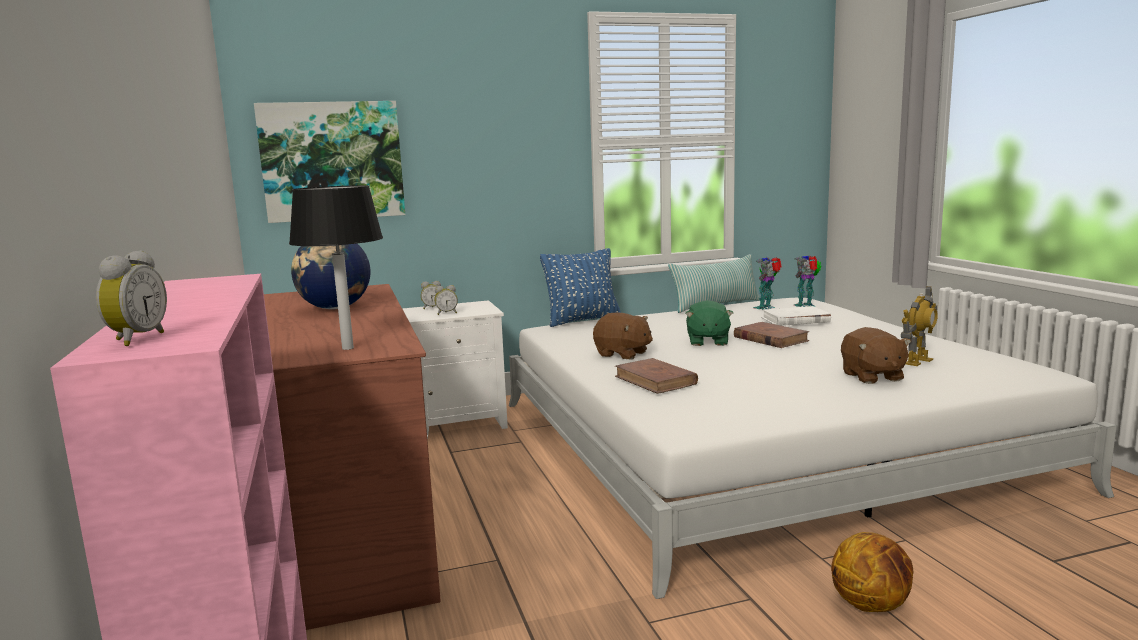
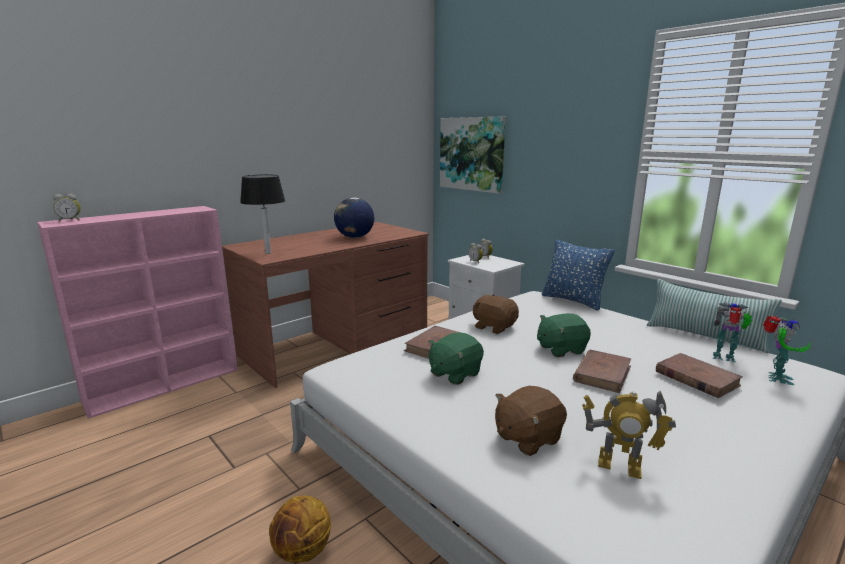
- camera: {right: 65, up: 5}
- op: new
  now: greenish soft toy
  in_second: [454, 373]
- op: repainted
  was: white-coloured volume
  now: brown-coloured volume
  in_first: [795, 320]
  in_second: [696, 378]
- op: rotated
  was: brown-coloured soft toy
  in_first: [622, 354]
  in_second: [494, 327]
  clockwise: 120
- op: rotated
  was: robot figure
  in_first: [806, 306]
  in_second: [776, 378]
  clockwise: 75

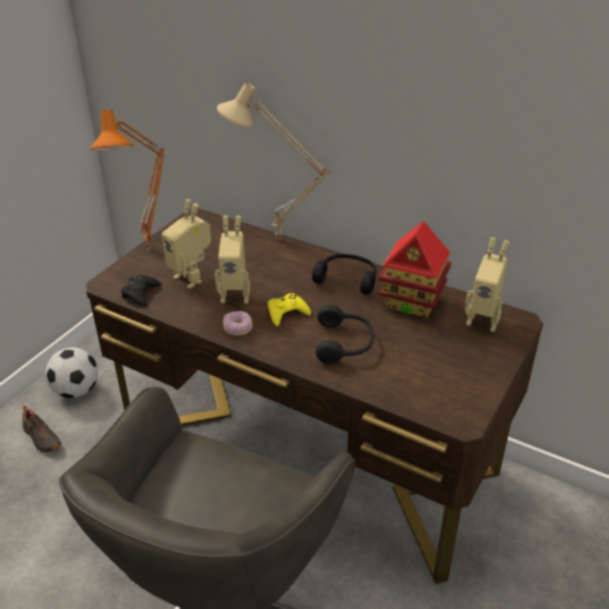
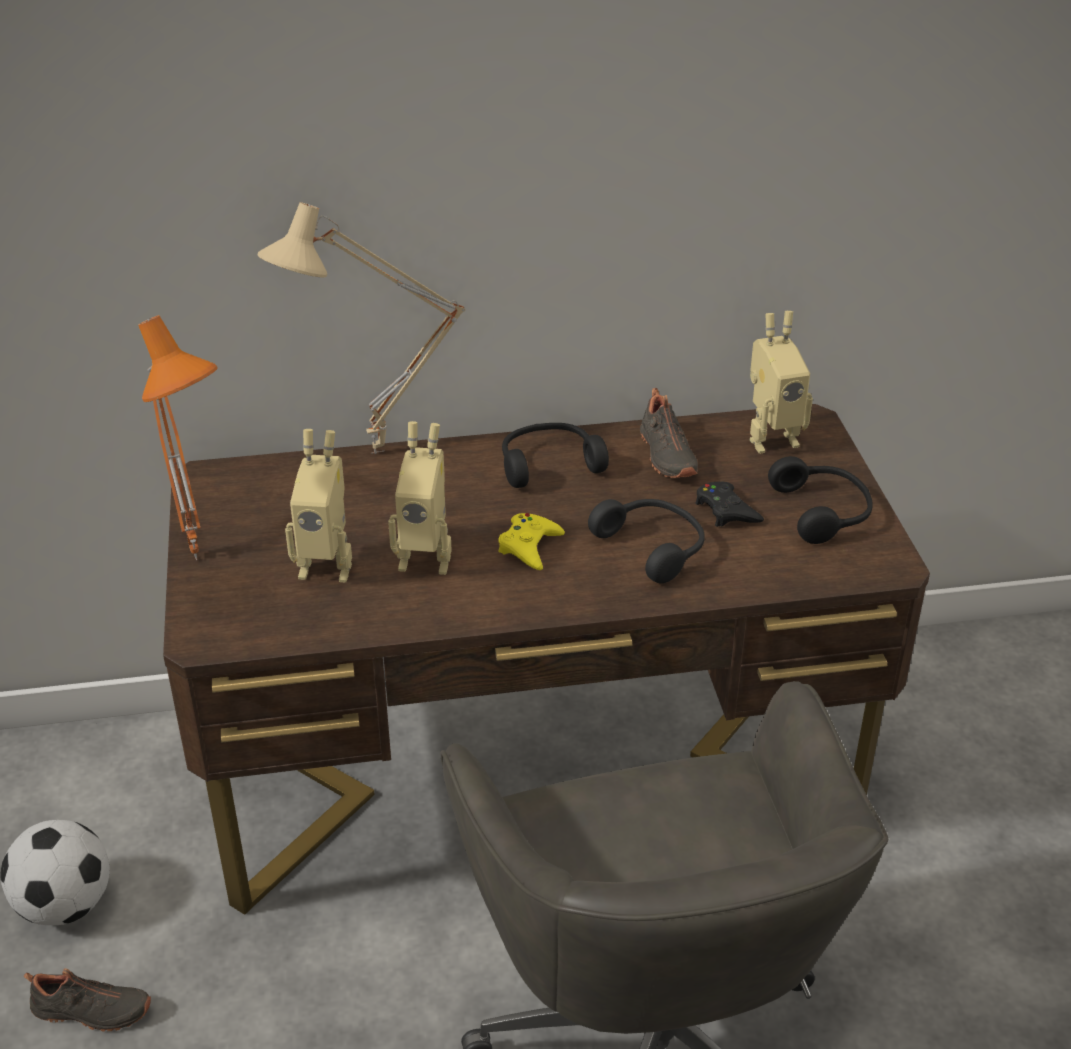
- camera: {right: -40, up: 0}
- op: gone
  was: doughnut
  in_first: [238, 329]
- op: new
  now: black headphones
  in_second: [823, 512]
- op: shifted
  was: black game controller
  in_first: [140, 293]
  in_second: [726, 510]
- op: swapped
  was: model house
  now: black shoe
  in_first: [412, 302]
  in_second: [665, 455]
- op: rotated
  was: robot figure
  in_first: [235, 295]
  in_second: [426, 557]
  clockwise: 45

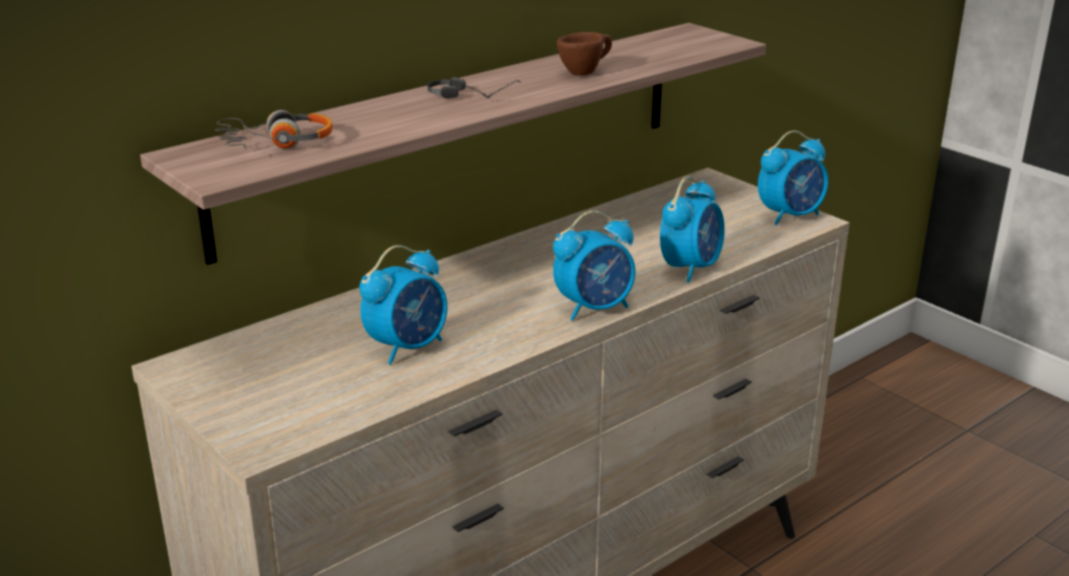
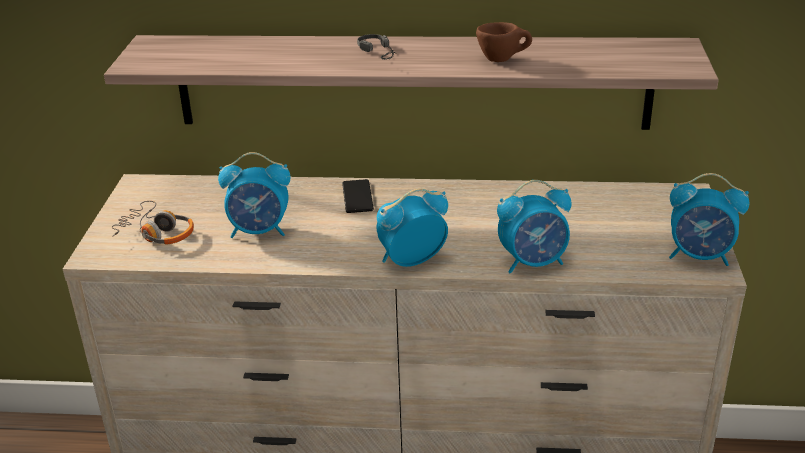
- camera: {right: 45, up: 5}
- op: new
  now: phone
  in_second: [357, 197]
- op: shifted
  was: headphones
  in_first: [276, 143]
  in_second: [156, 233]
- op: rotated
  was: alarm clock
  in_first: [595, 308]
  in_second: [411, 260]
  clockwise: 135

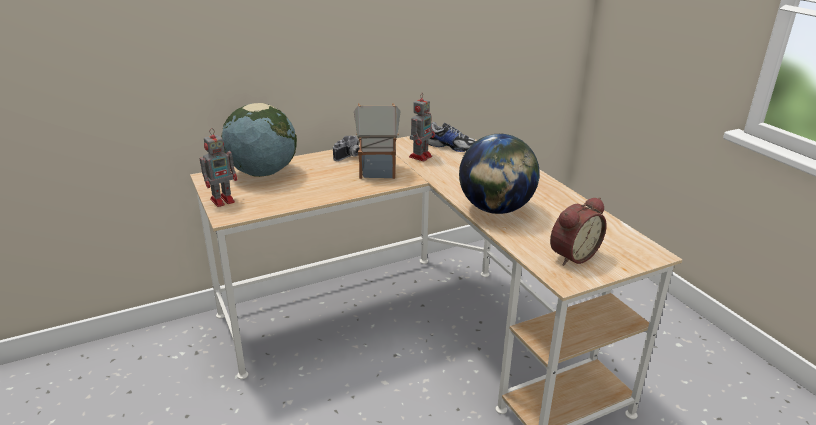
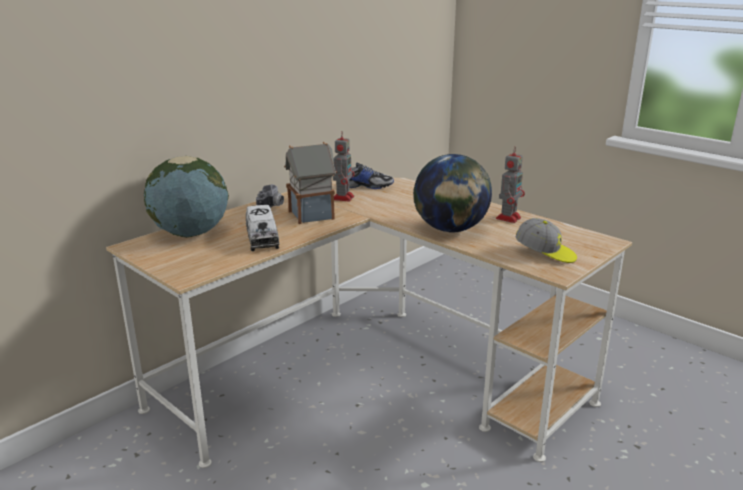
- camera: {right: -20, up: -5}
- op: new
  now: toy lorry
  in_second: [262, 239]
- op: shifted
  was: robot figure
  in_first: [223, 200]
  in_second: [509, 217]
- op: swapped
  was: alarm clock
  now: peaked cap
  in_first: [571, 255]
  in_second: [545, 253]

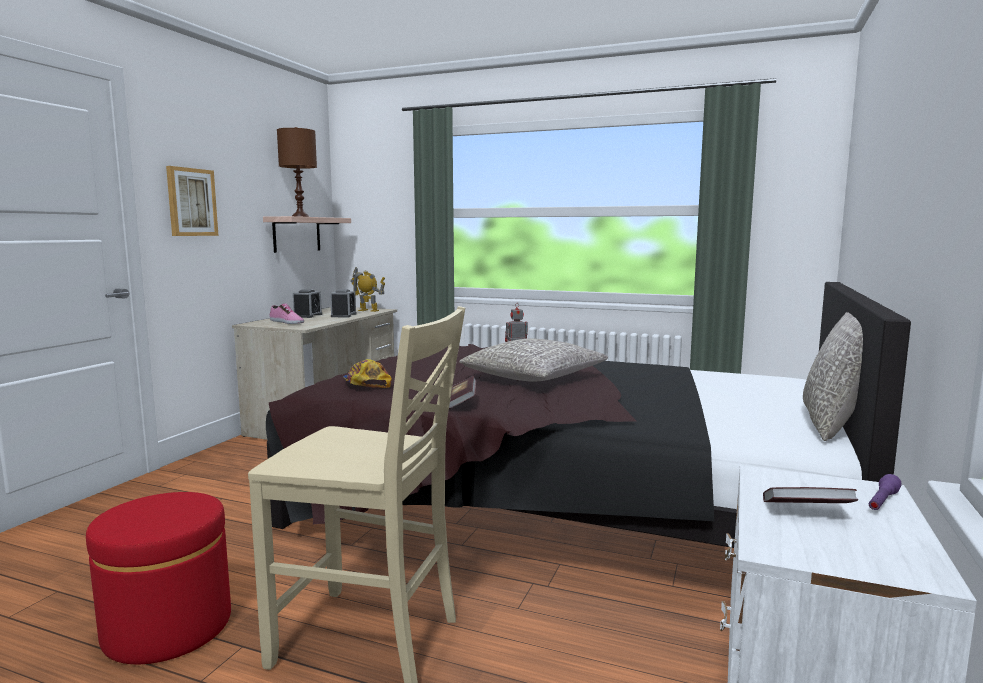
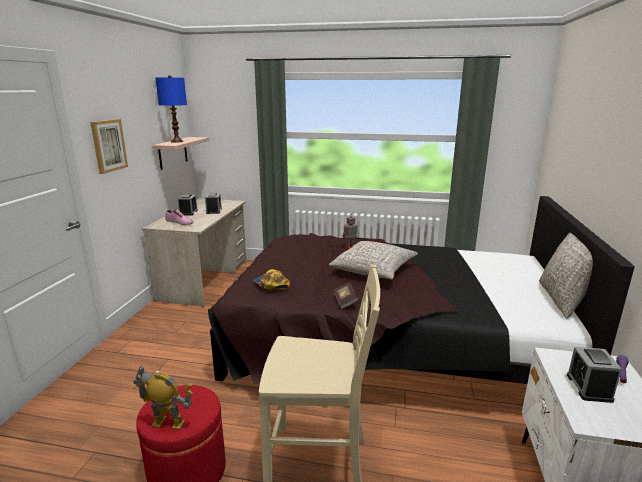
- camera: {right: -10, up: 10}
- op: shifted
  was: robot figure
  in_first: [368, 310]
  in_second: [168, 423]
- op: swapped
  was: volume
  now: alarm clock
  in_first: [806, 512]
  in_second: [589, 387]
- op: repainted
  was: brown-coloured lamp for a table
  now: blue lamp for a table
  in_first: [300, 216]
  in_second: [177, 141]

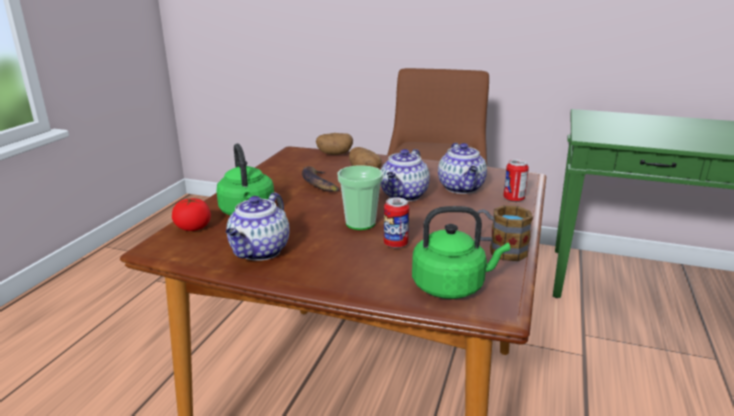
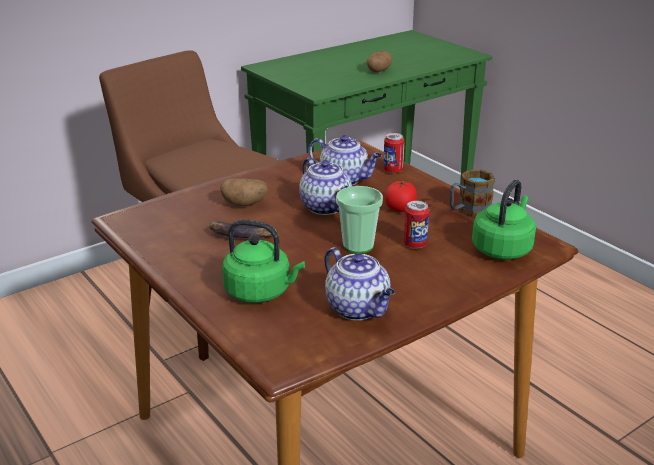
- camera: {right: -55, up: 5}
- op: shifted
  was: whole tomato
  in_first: [193, 227]
  in_second: [400, 208]
- op: shifted
  was: whole potato
  in_first: [334, 154]
  in_second: [378, 71]

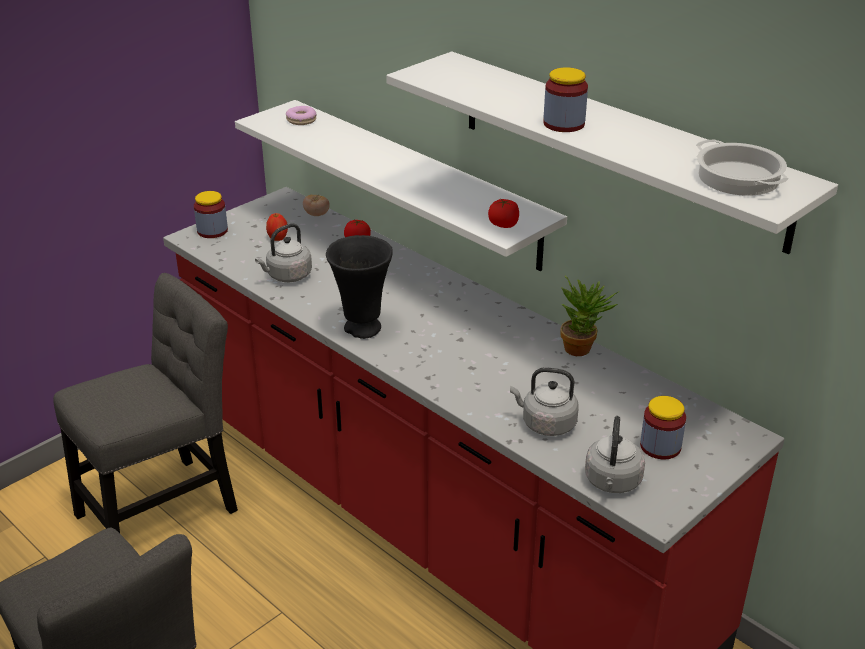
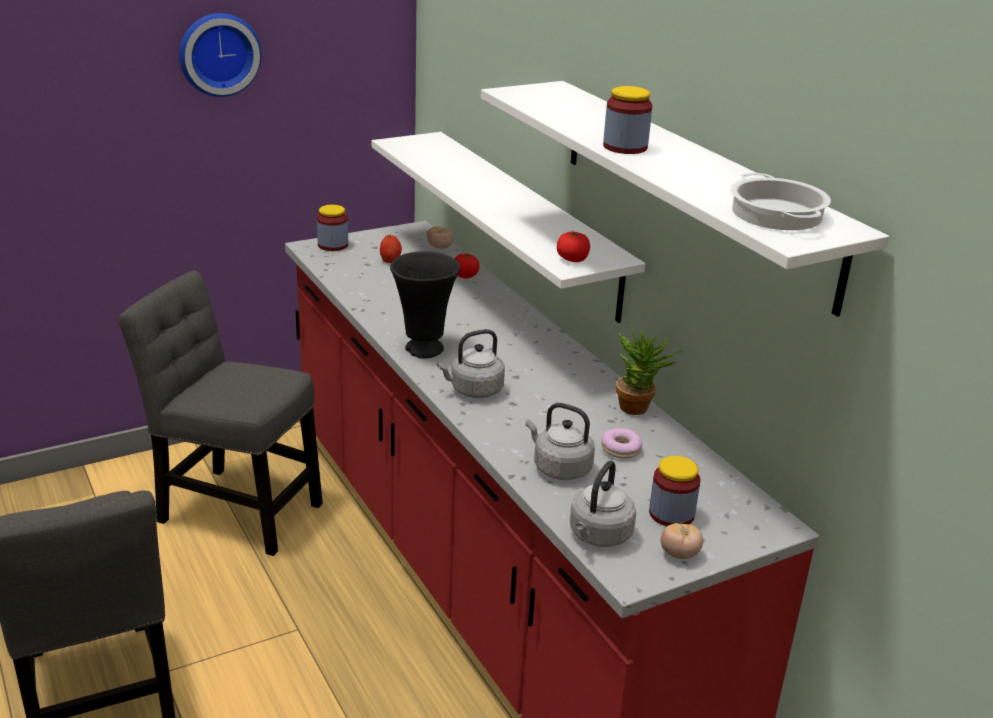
- camera: {right: 15, up: -5}
- op: new
  now: wall clock
  in_second: [218, 53]
- op: new
  now: whole tomato
  in_second: [679, 554]
- op: shifted
  was: grey water kettle
  in_first: [287, 276]
  in_second: [474, 390]
- op: shifted
  was: doughnut
  in_first: [301, 120]
  in_second: [621, 449]
- op: rotated
  was: grey chair
  in_first: [164, 507]
  in_second: [234, 509]
  clockwise: -135

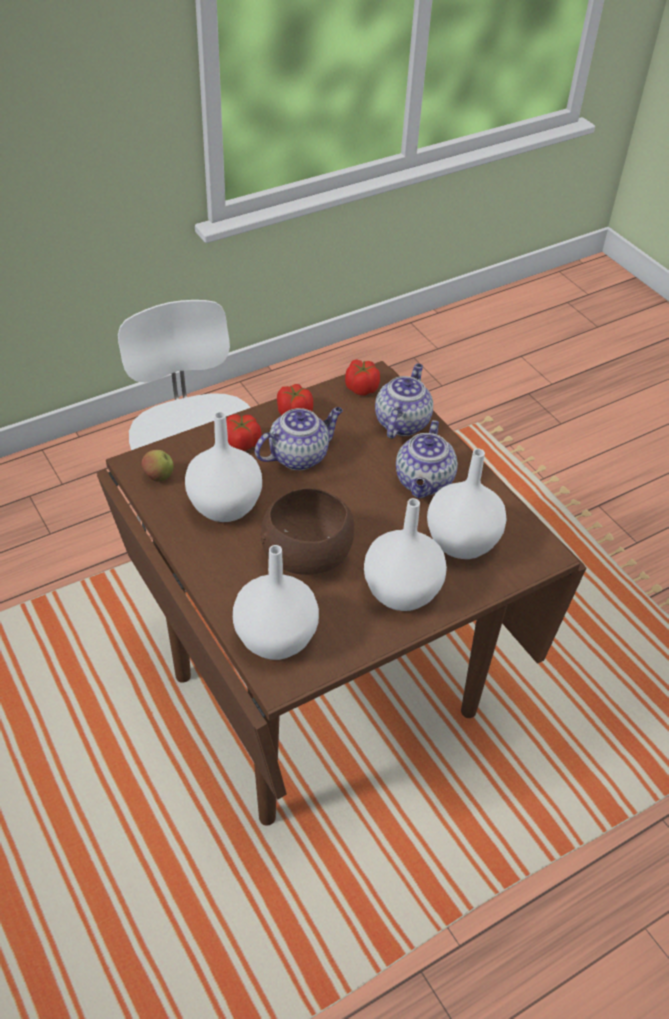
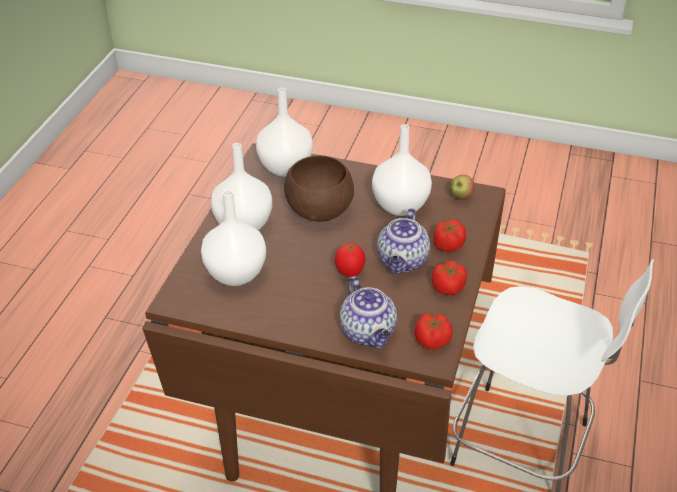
- camera: {right: 140, up: -5}
- op: gone
  was: teapot
  in_first: [424, 483]
- op: new
  now: whole tomato
  in_second: [350, 273]

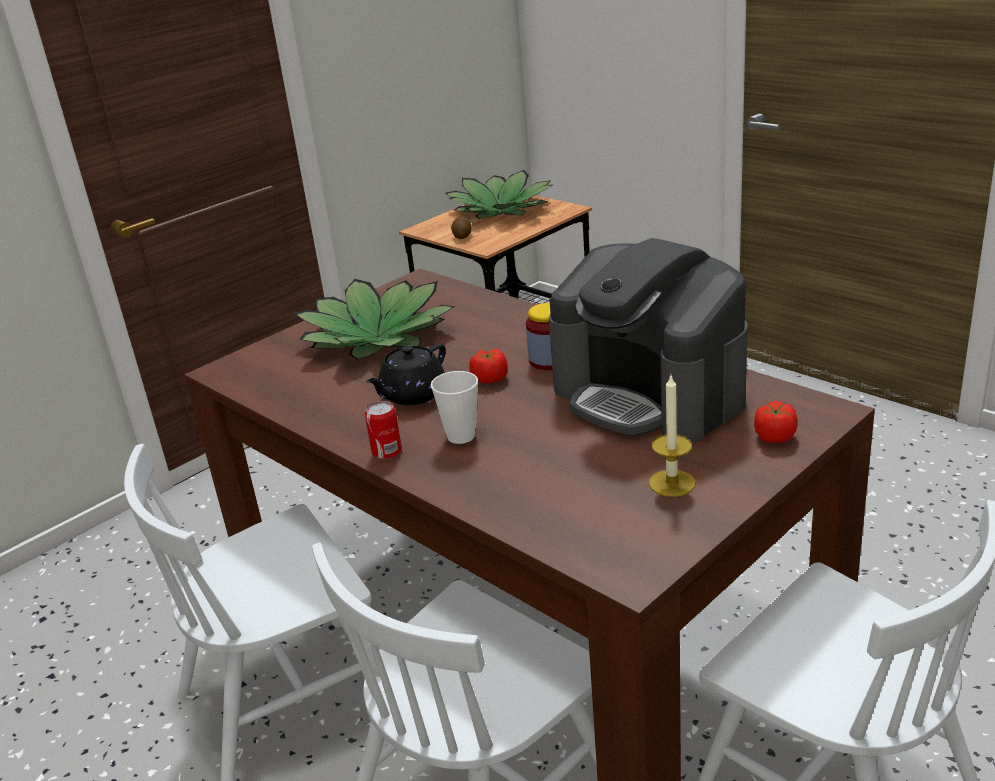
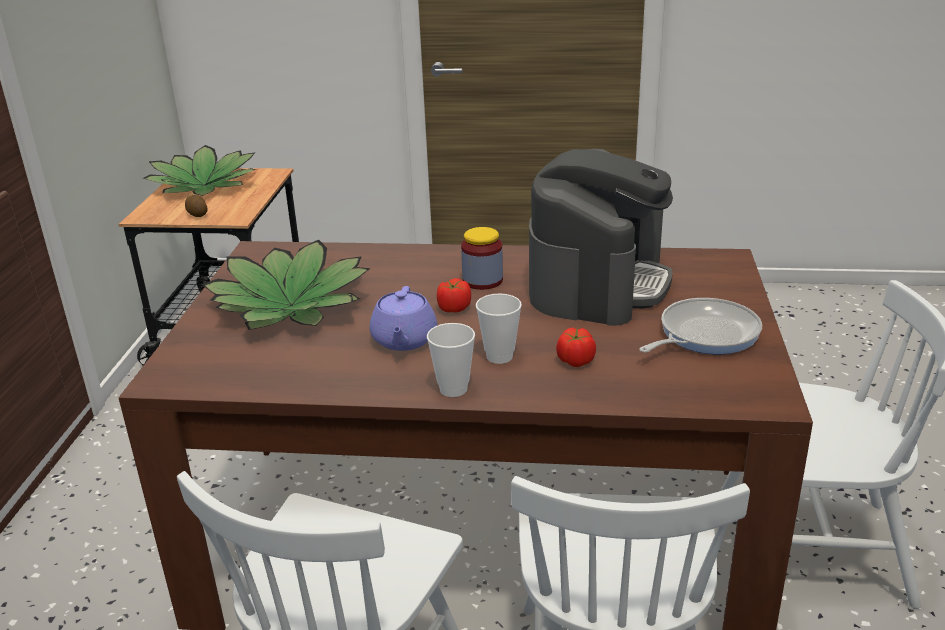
- camera: {right: -40, up: 0}
- op: shifted
  was: whole tomato
  in_first: [774, 437]
  in_second: [575, 361]
- op: swapped
  was: can
  now: drinking cup
  in_first: [386, 451]
  in_second: [453, 389]
- op: swapped
  was: candle
  now: frying pan
  in_first: [672, 483]
  in_second: [704, 334]
- op: repainted
  was: black teapot
  now: purplish teapot
  in_first: [412, 395]
  in_second: [404, 340]
- op: rotated
  was: coffee brewer
  in_first: [650, 395]
  in_second: [598, 283]
  clockwise: -75

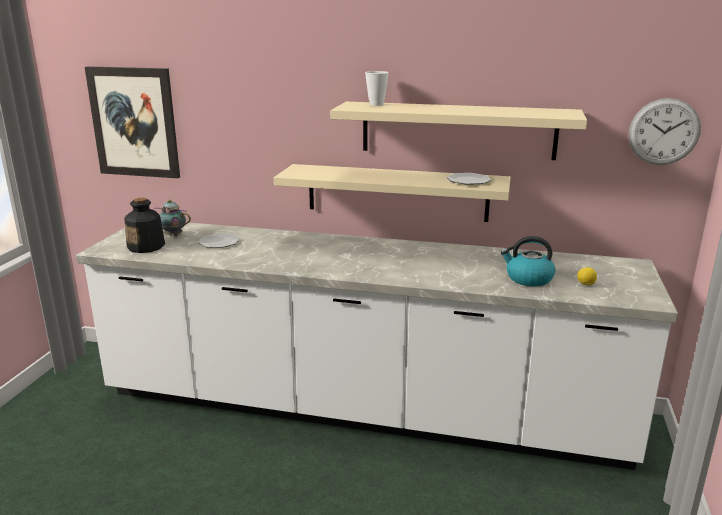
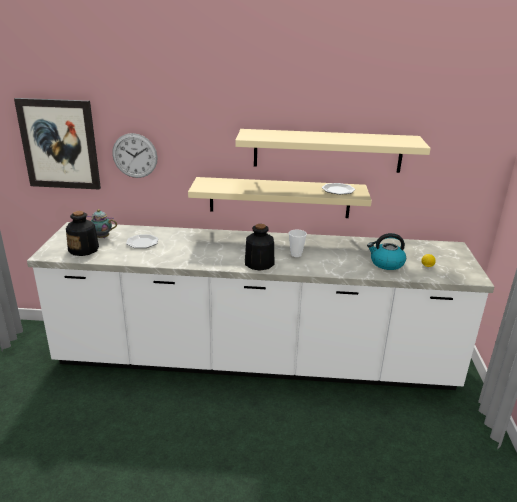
- camera: {right: -10, up: 5}
- op: new
  now: bottle
  in_second: [259, 263]
- op: shifted
  was: drinking cup
  in_first: [376, 104]
  in_second: [296, 254]
- op: shifted
  was: wall clock
  in_first: [664, 131]
  in_second: [135, 155]

